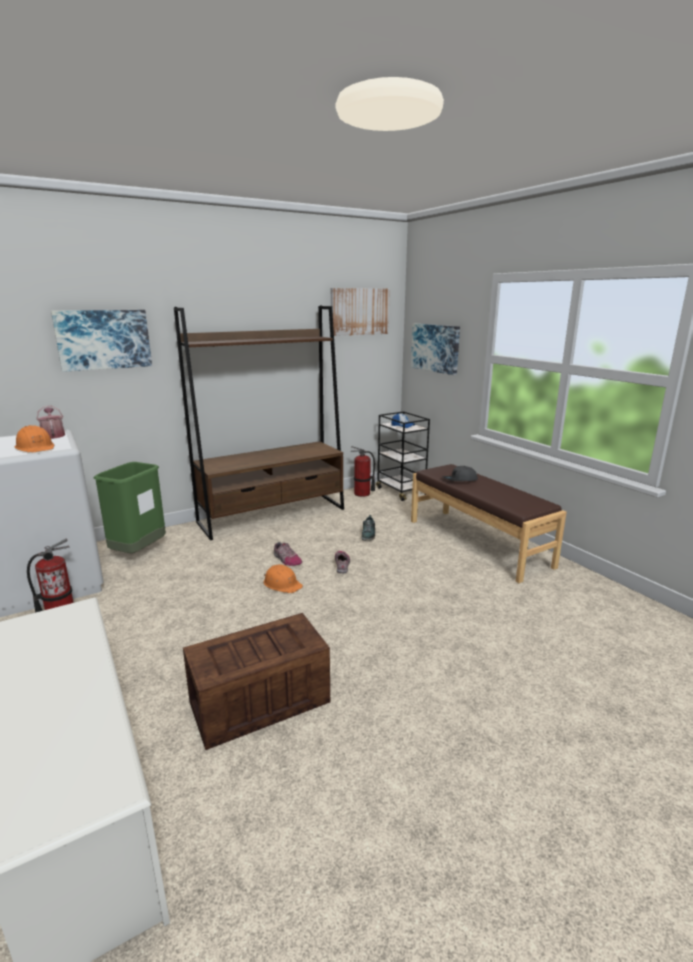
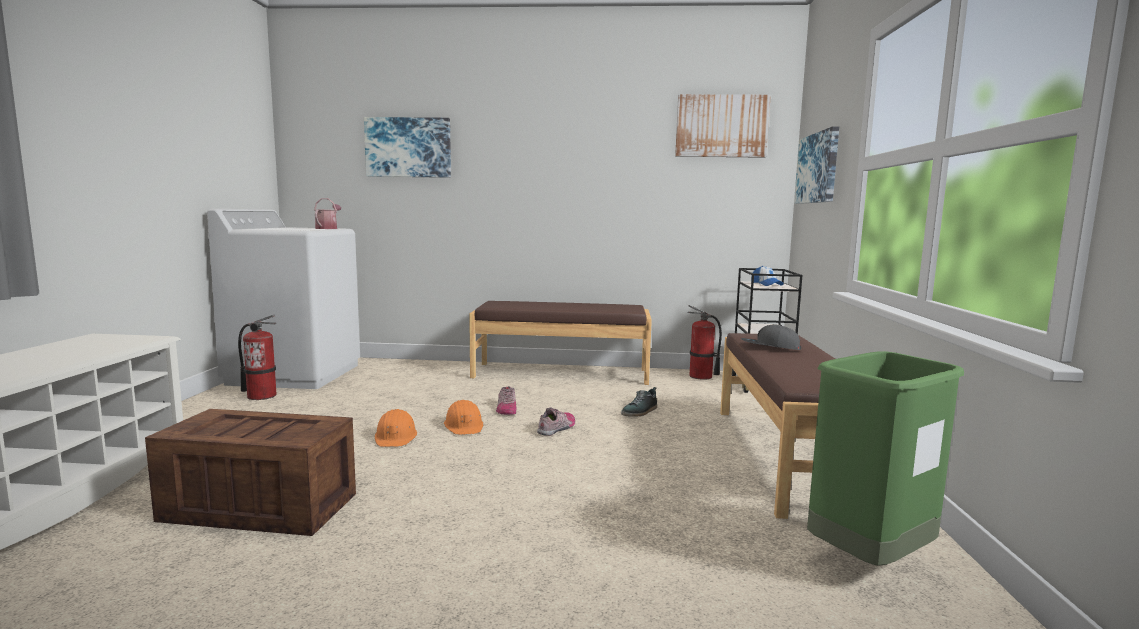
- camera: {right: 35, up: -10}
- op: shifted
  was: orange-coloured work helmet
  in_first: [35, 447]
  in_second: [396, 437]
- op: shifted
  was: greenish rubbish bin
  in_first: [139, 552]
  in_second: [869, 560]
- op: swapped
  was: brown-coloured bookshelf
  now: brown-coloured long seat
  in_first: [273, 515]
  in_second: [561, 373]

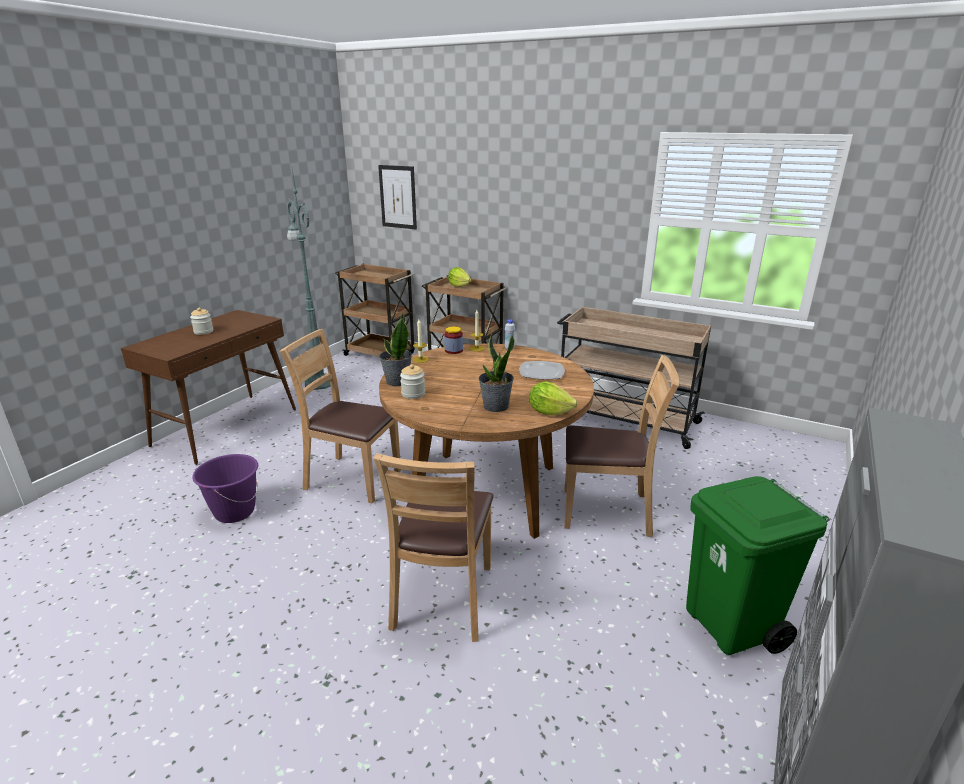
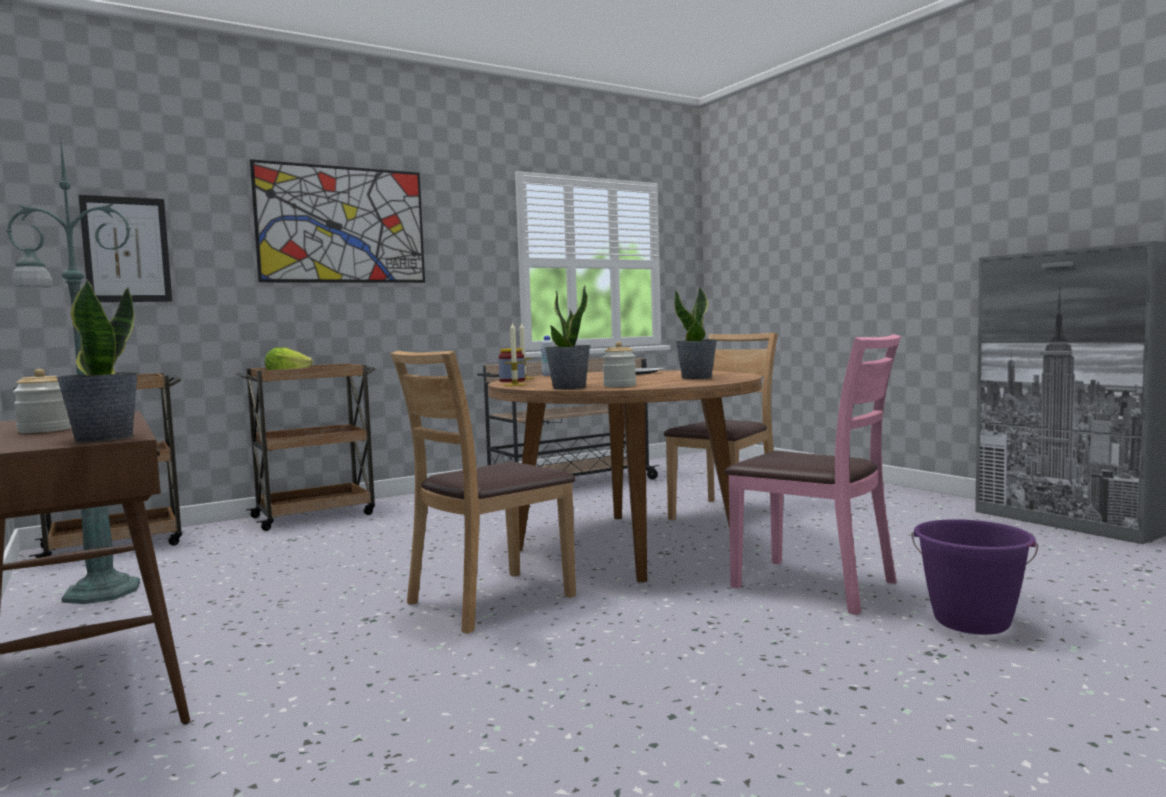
- camera: {right: -60, up: -20}
- op: gone
  was: lettuce
  in_first: [549, 412]
- op: gone
  was: greenish rubbish bin
  in_first: [731, 626]
- op: new
  now: plant in a pot
  in_second: [103, 438]
- op: new
  now: picture
  in_second: [342, 225]
- op: shifted
  was: purplish bucket
  in_first: [234, 512]
  in_second: [971, 622]
- op: repainted
  was: brown-coloured chair
  now: pinkish chair
  in_first: [444, 598]
  in_second: [815, 585]

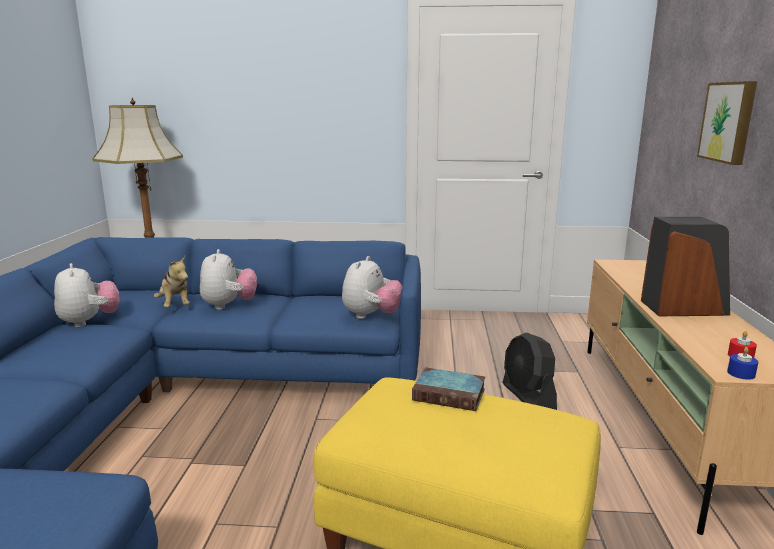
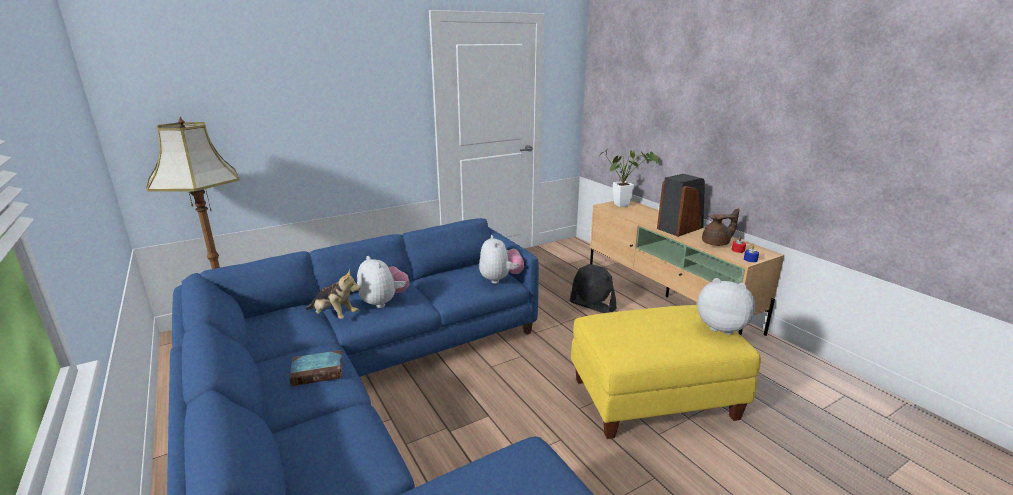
- camera: {right: -35, up: 5}
- op: gone
  was: picture
  in_first: [729, 122]
- op: new
  now: plant in a pot
  in_second: [624, 205]
- op: new
  now: brown-coloured teapot
  in_second: [717, 243]
- op: shifted
  was: soft toy
  in_first: [89, 322]
  in_second: [721, 327]
- op: shifted
  was: volume
  in_first: [450, 394]
  in_second: [319, 371]

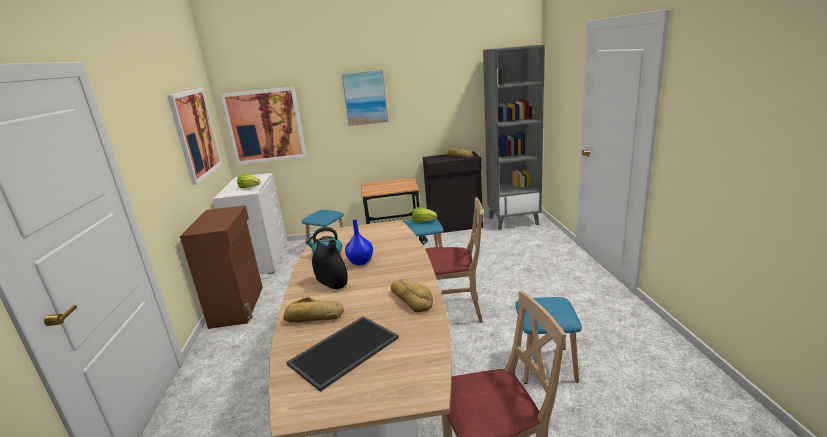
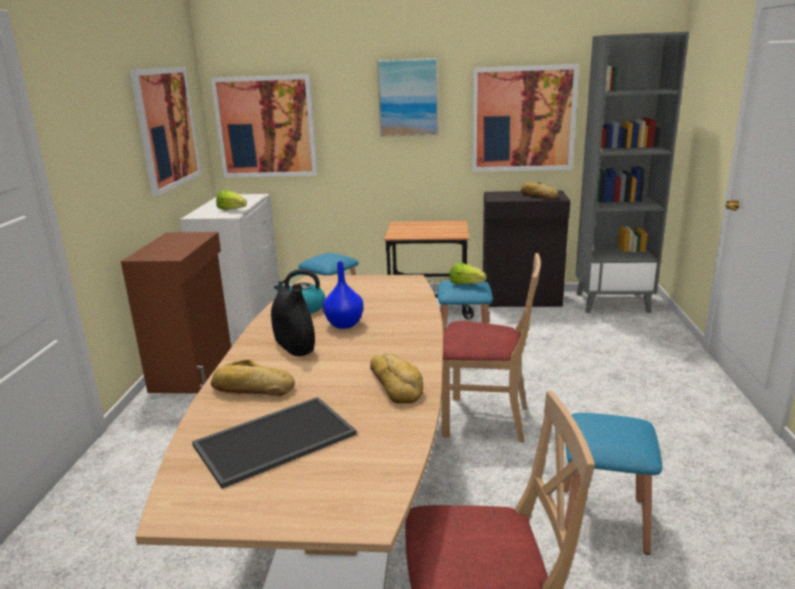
- camera: {right: 10, up: 0}
- op: new
  now: picture
  in_second: [523, 119]

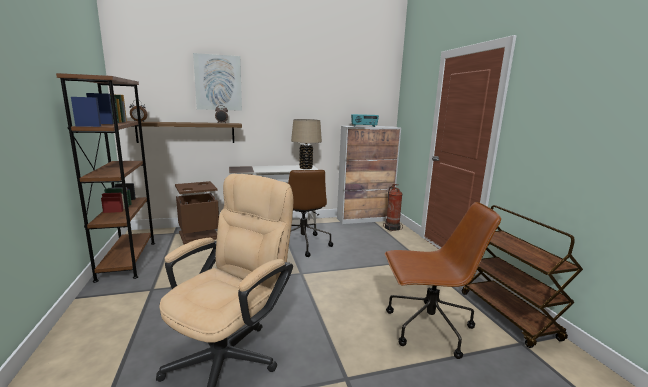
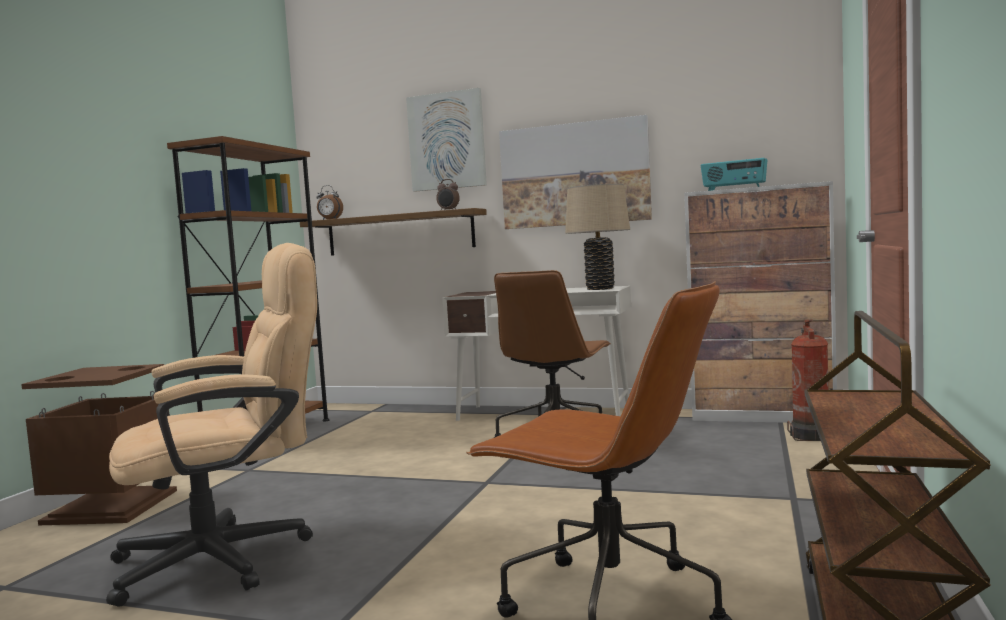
- camera: {right: 35, up: -10}
- op: new
  now: picture
  in_second: [574, 174]
- op: shifted
  was: brown-coloured rubbish bin
  in_first: [199, 235]
  in_second: [112, 506]

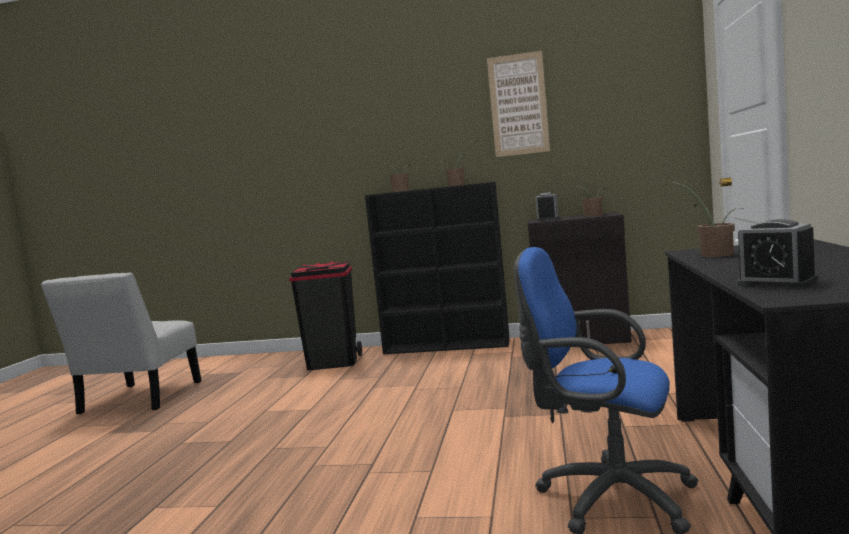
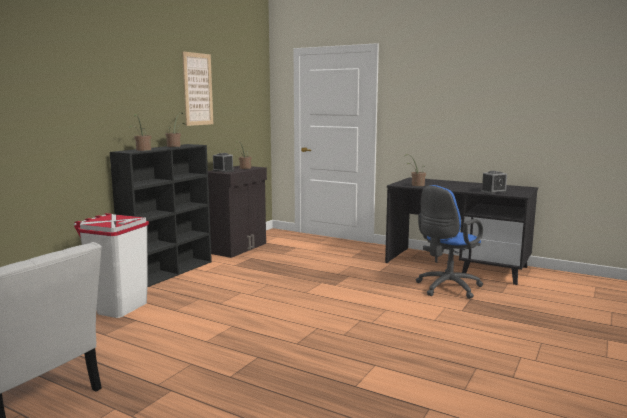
- camera: {right: -70, up: 5}
- op: repainted
  was: black rubbish bin
  now: white-coloured rubbish bin
  in_first: [332, 362]
  in_second: [119, 307]

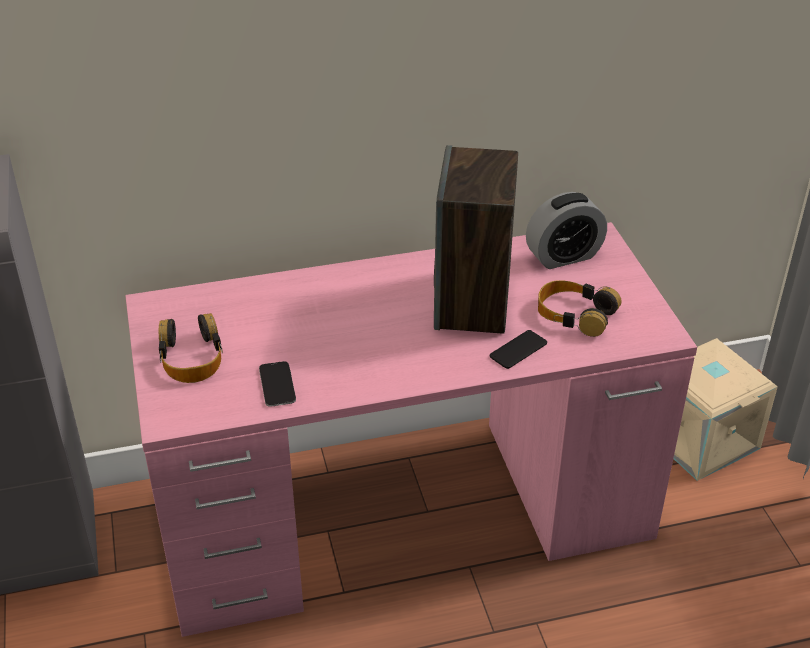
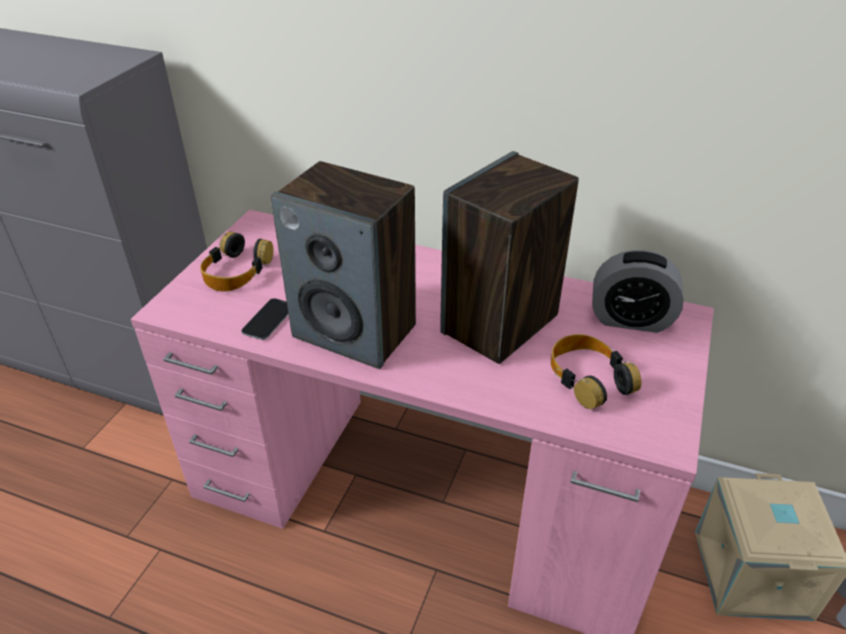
- camera: {right: 35, up: 0}
- op: gone
  was: phone
  in_first: [518, 350]
- op: new
  now: loudspeaker
  in_second: [356, 331]

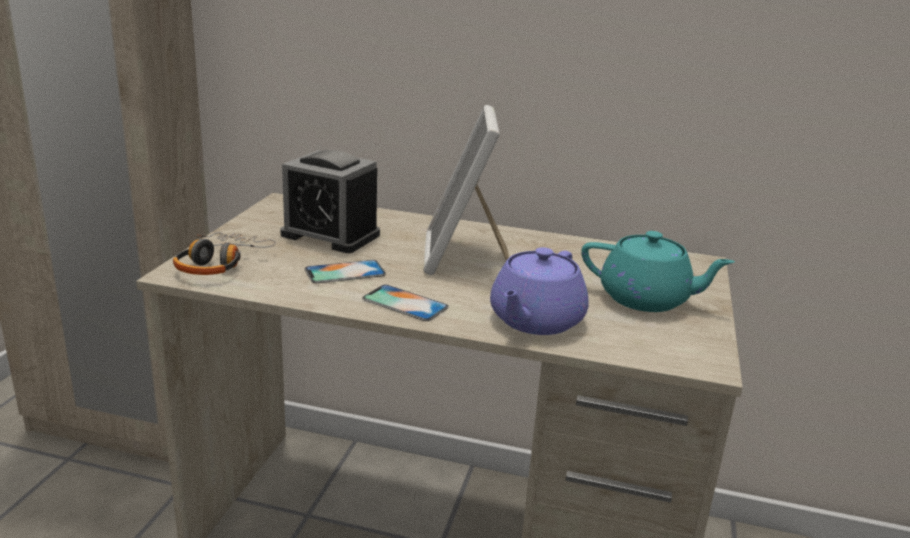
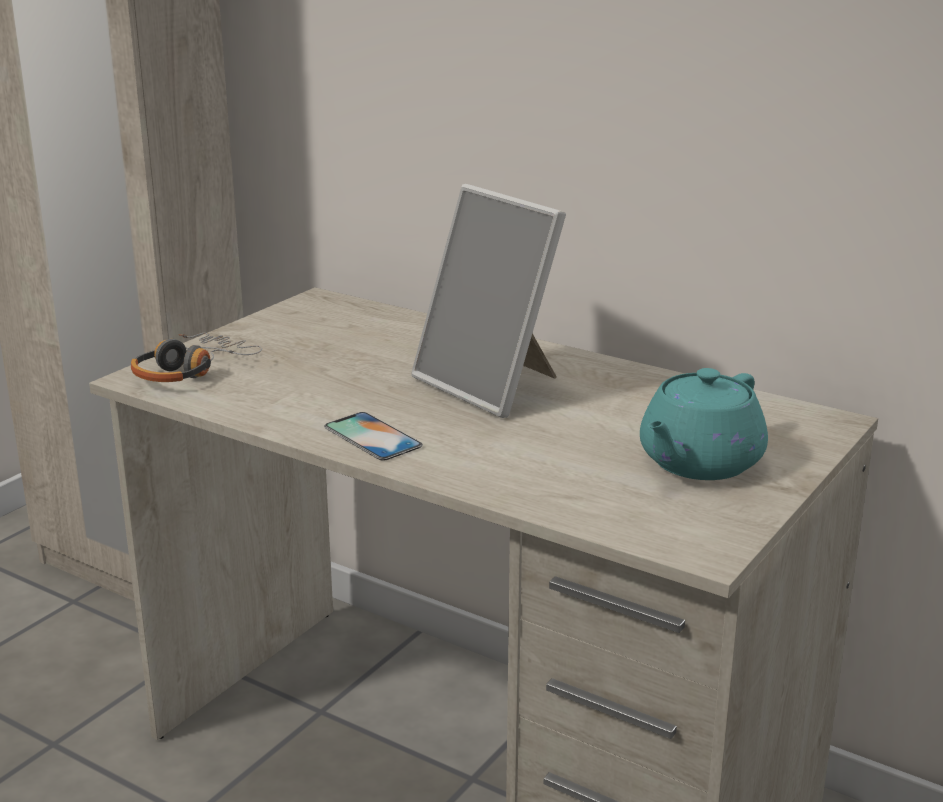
- camera: {right: 20, up: 0}
- op: gone
  was: alarm clock
  in_first: [330, 235]
- op: gone
  was: phone
  in_first: [345, 272]
- op: gone
  was: purplish teapot
  in_first: [535, 321]
- op: rotated
  was: standing frame
  in_first: [463, 256]
  in_second: [493, 386]
  clockwise: -60
- op: rotated
  was: turquoise-coloured teapot
  in_first: [646, 299]
  in_second: [698, 463]
  clockwise: 90

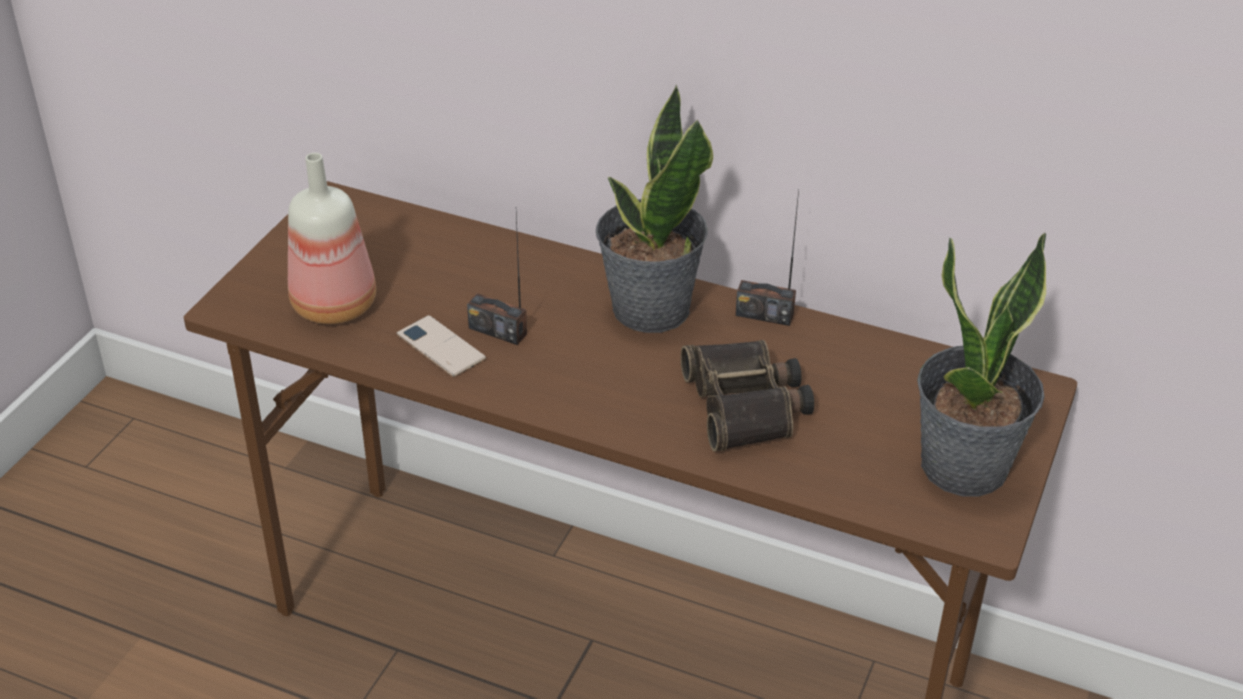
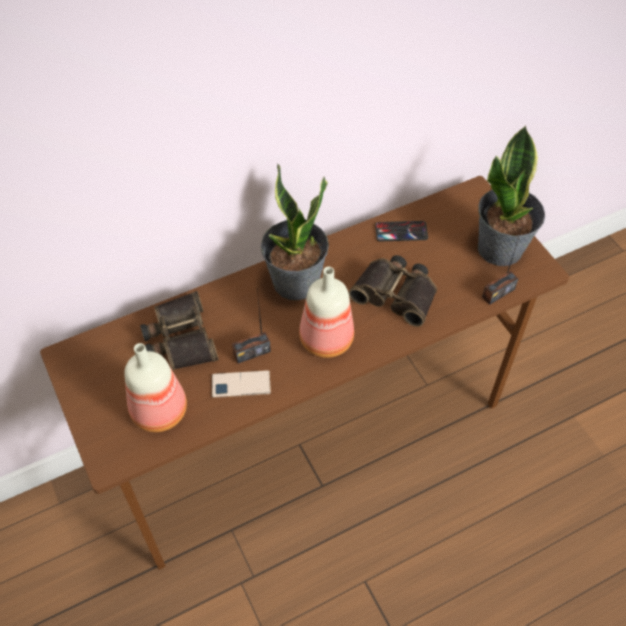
- camera: {right: -50, up: 15}
- op: new
  now: pair of binoculars
  in_second: [179, 338]
- op: new
  now: bottle
  in_second: [326, 341]
- op: new
  now: phone
  in_second: [401, 231]
- op: shifted
  was: radio receiver
  in_first: [764, 314]
  in_second: [498, 293]

